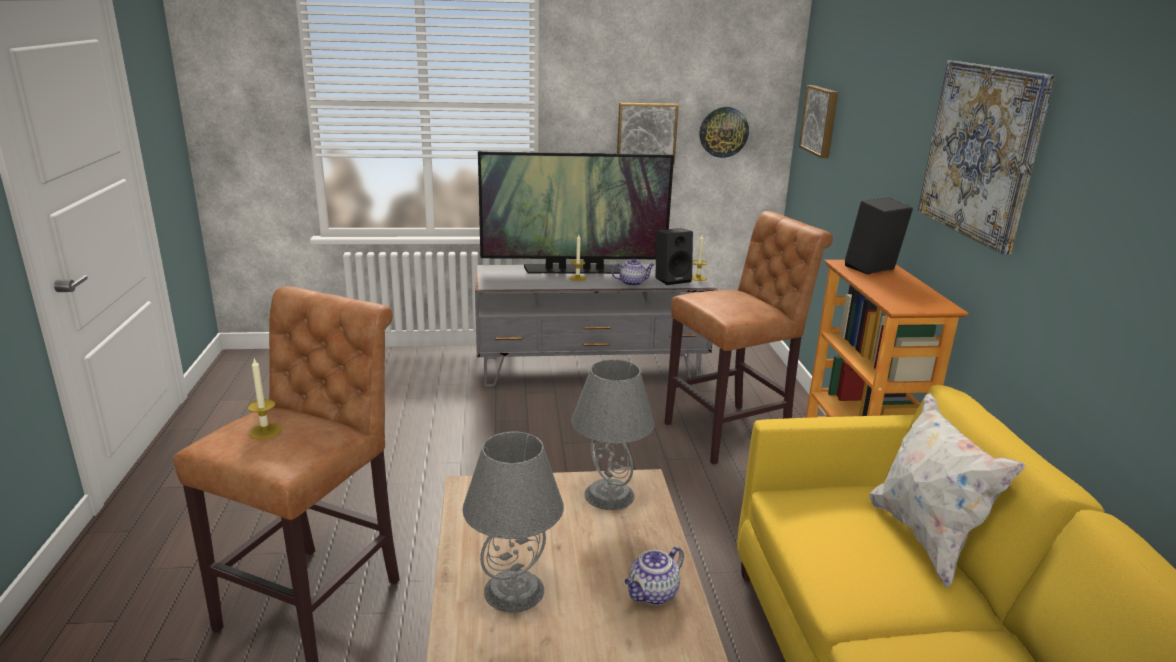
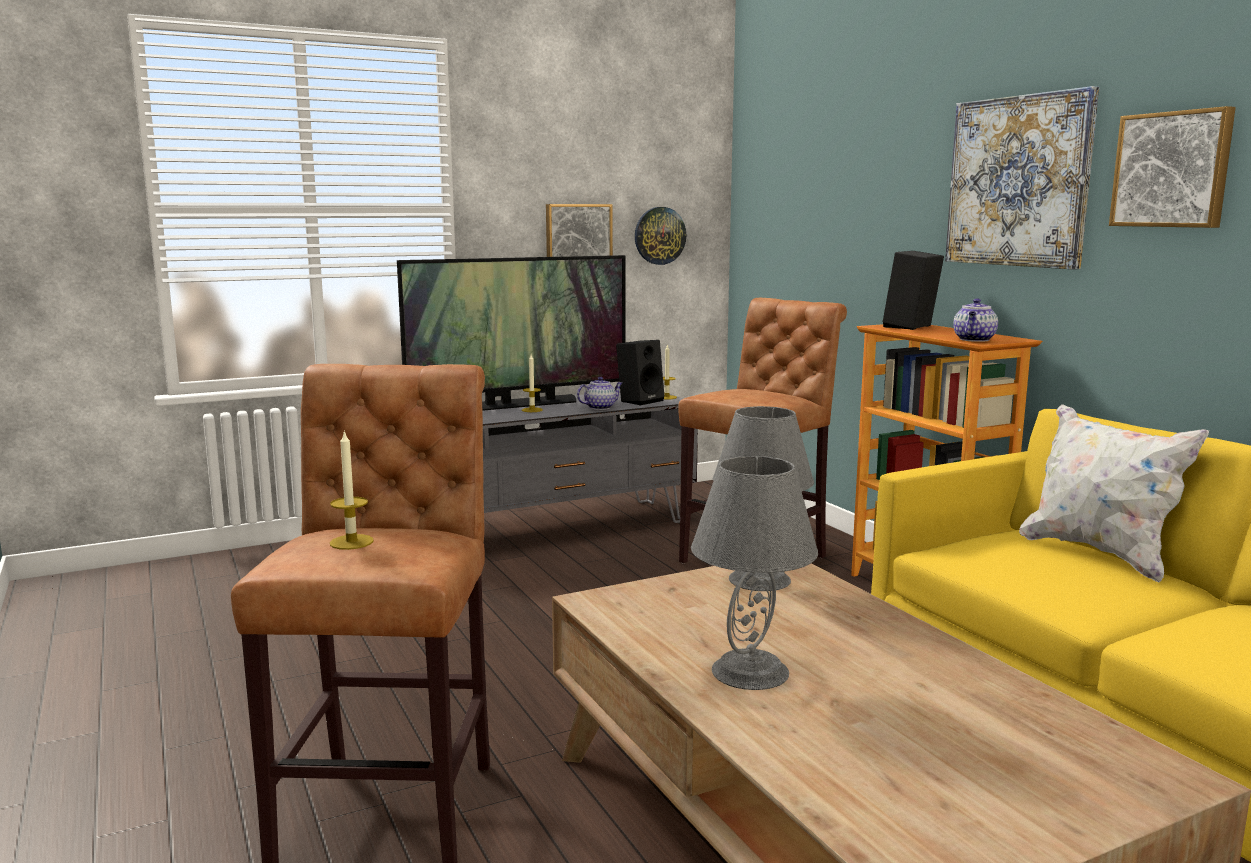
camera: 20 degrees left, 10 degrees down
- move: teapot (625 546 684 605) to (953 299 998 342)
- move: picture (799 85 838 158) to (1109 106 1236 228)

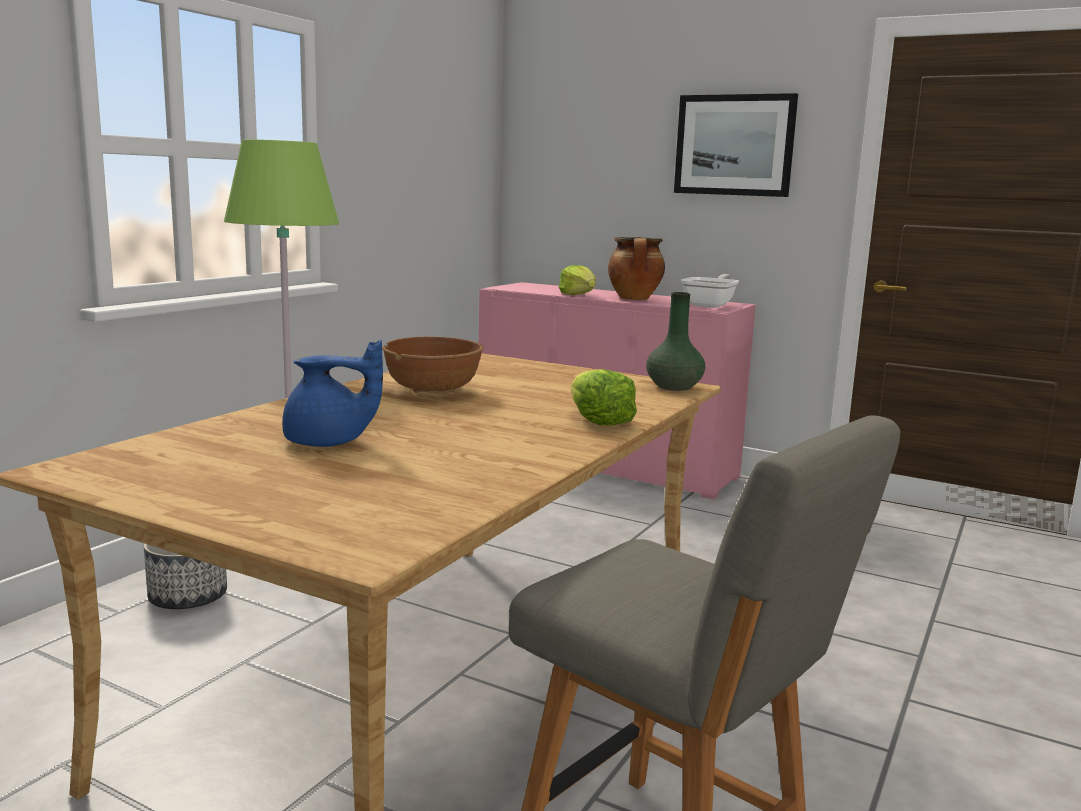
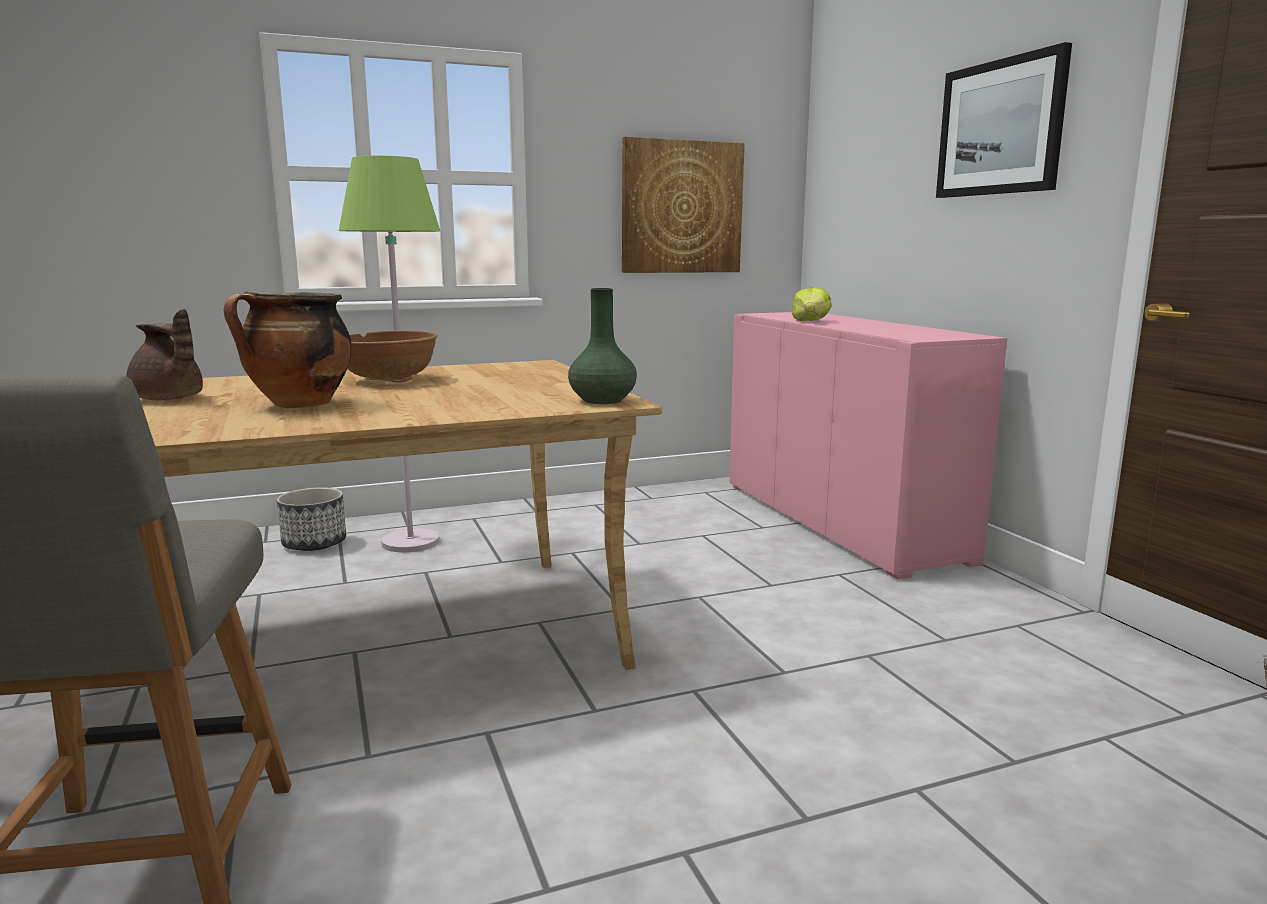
camera: 40 degrees right, 0 degrees up
- recolor: blue teapot (282 340 383 447) to brown teapot (126 309 203 400)
- move: cooking pot (608 237 665 300) to (224 291 351 408)
- insert: picture (622 136 745 273)
- delete: lettuce (571 369 637 426)
- delete: frying pan (681 274 739 308)

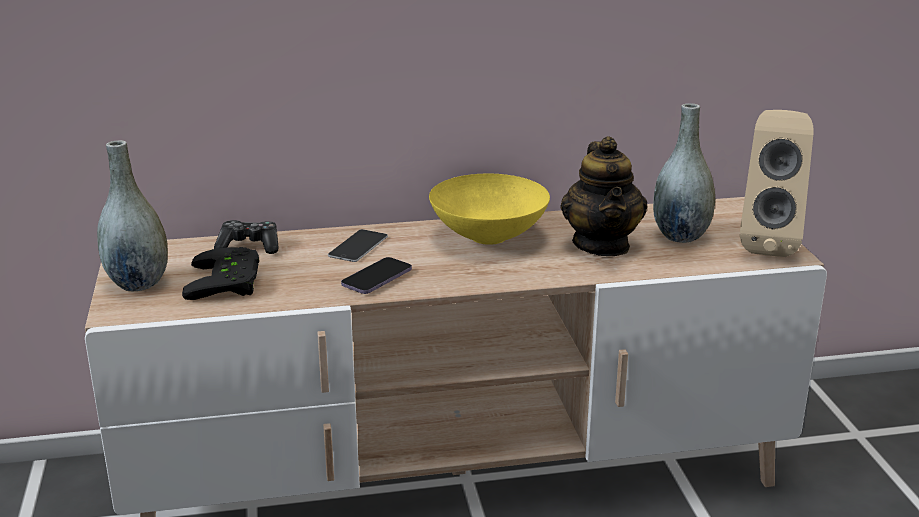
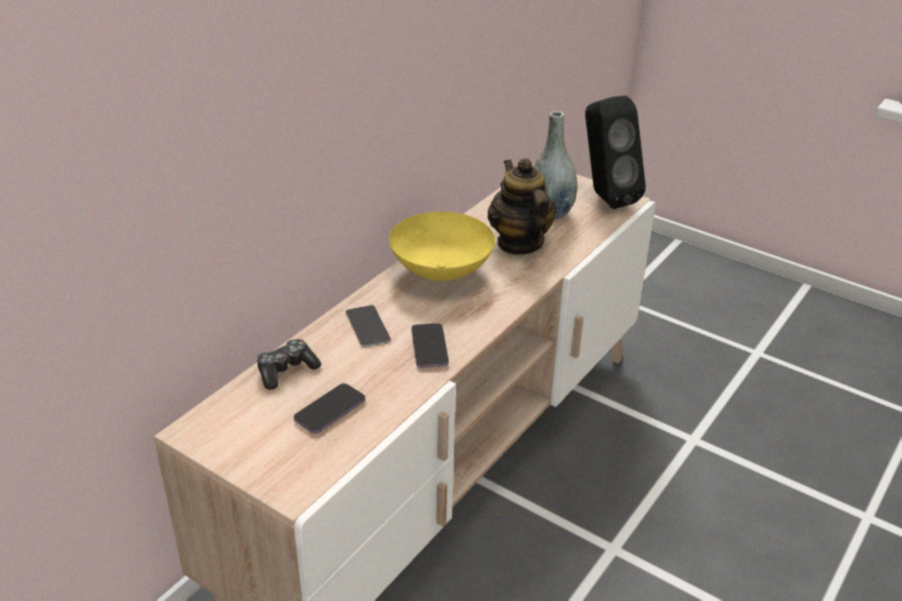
camera: 45 degrees left, 10 degrees up
- replace: black game controller (182 247 259 300) to phone (294 383 365 434)
- rotate: teapot (560 136 647 256) = (487 158 556 255) 150 degrees counterclockwise
- recolor: beige speaker (740 110 814 257) to black speaker (585 96 646 209)
- delete: grey vase (97 140 168 291)

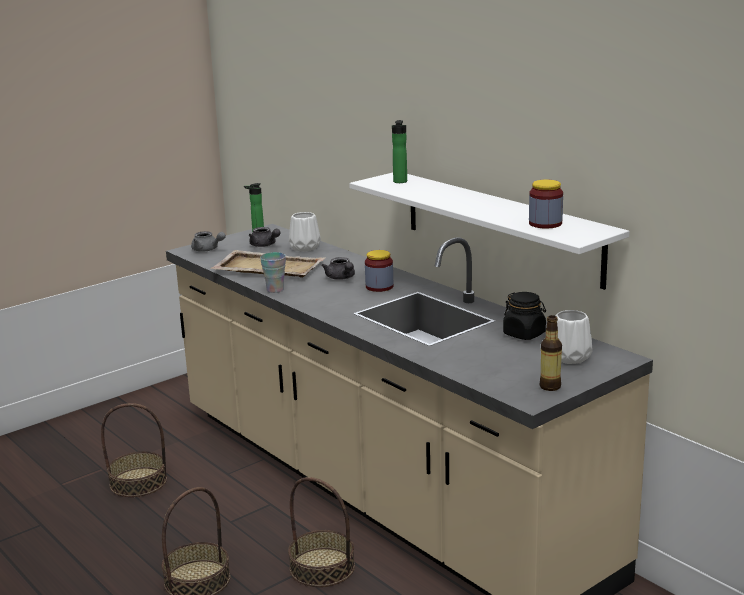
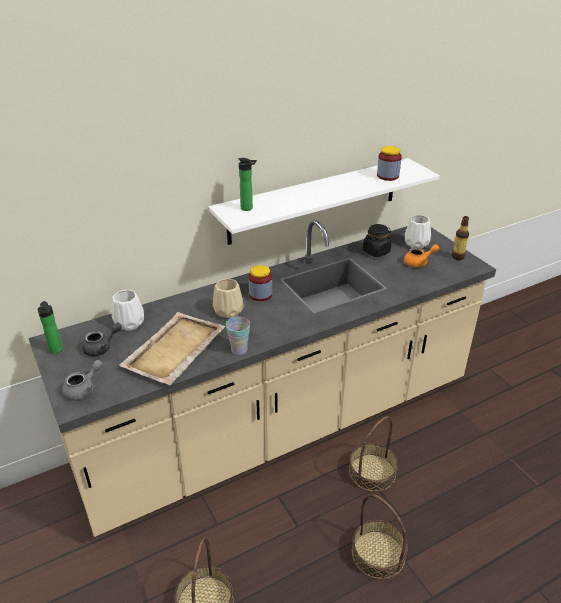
camera: 80 degrees left, 15 degrees up
- replace: grey teapot (322 257 355 280) to beige vase (213 279 244 318)
- insert: orange teapot (404 244 439 267)

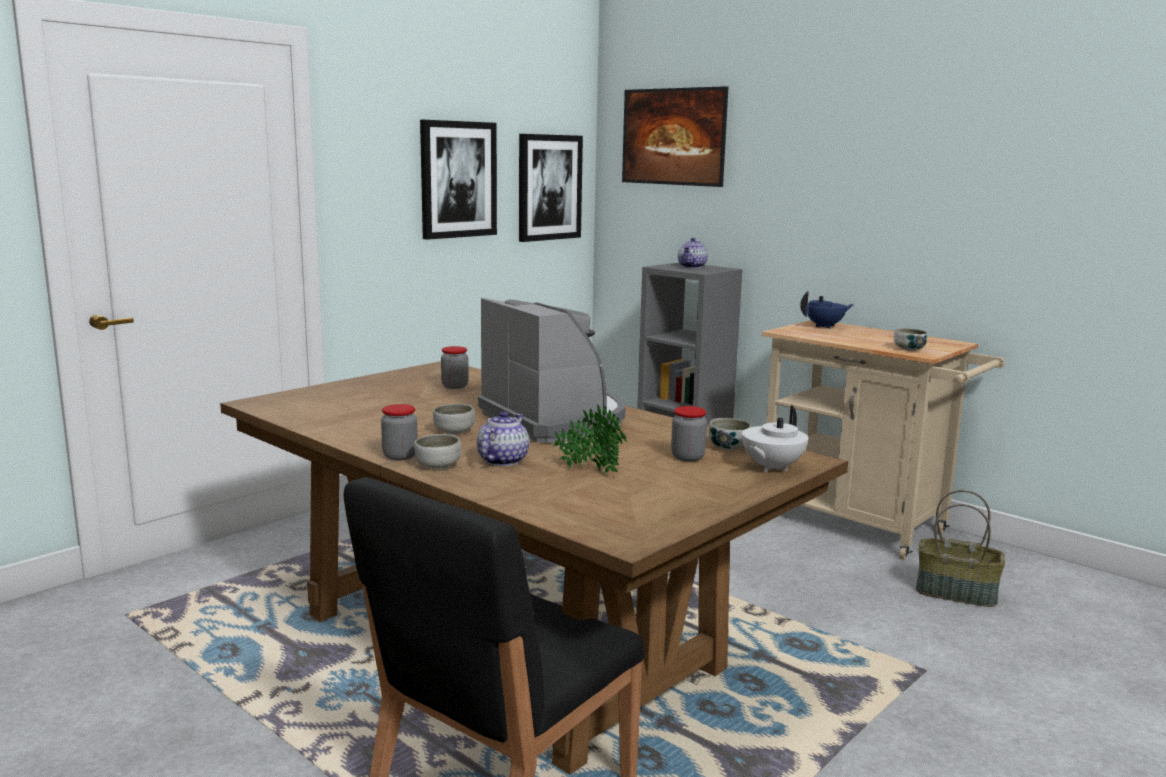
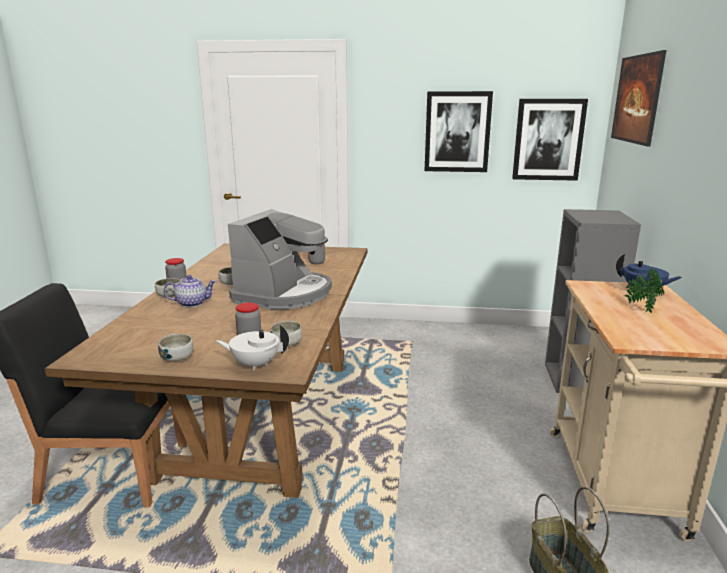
camera: 55 degrees right, 5 degrees up
- move: bowl (894 328 928 351) to (158 334 193 361)
- move: potted plant (553 405 626 474) to (624 266 664 313)
- delete: teapot (678 238 708 268)

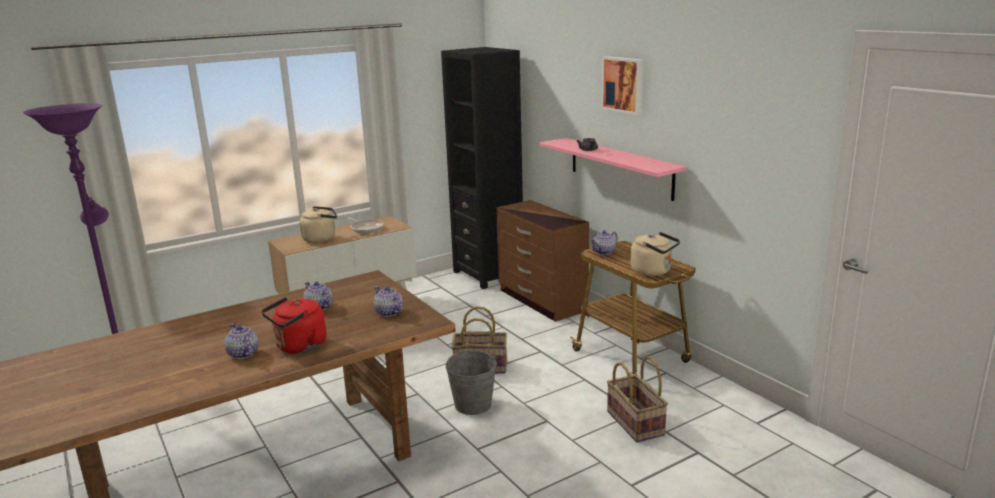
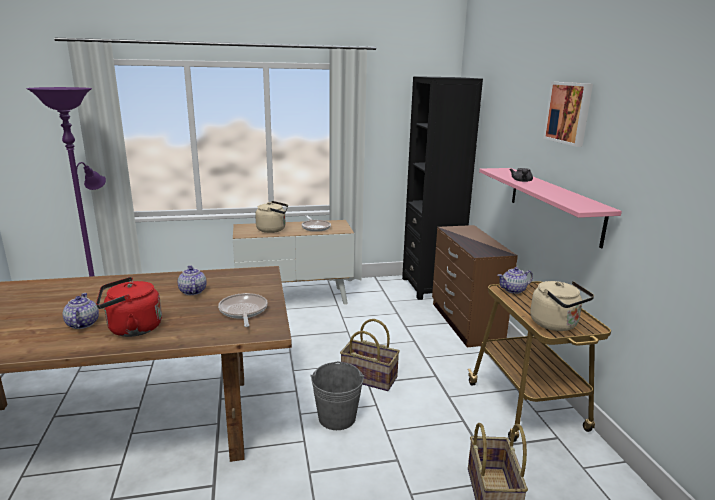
camera: 20 degrees right, 0 degrees up
- replace: teapot (374 286 403 317) to frying pan (218 293 267 327)

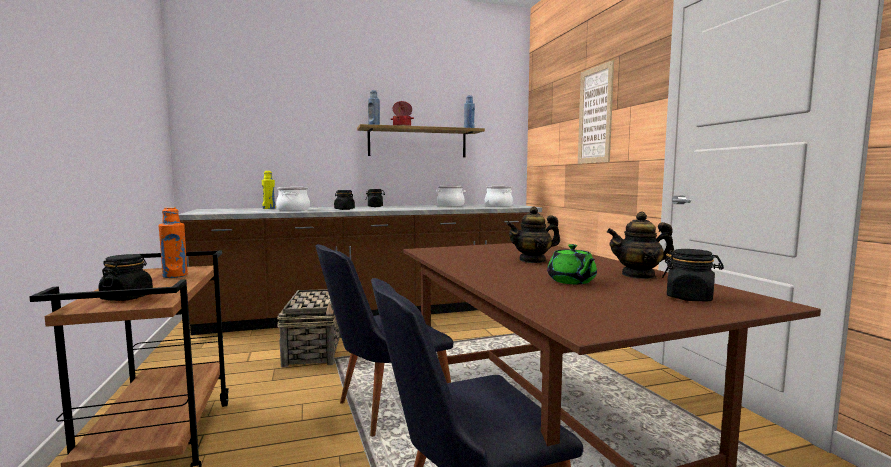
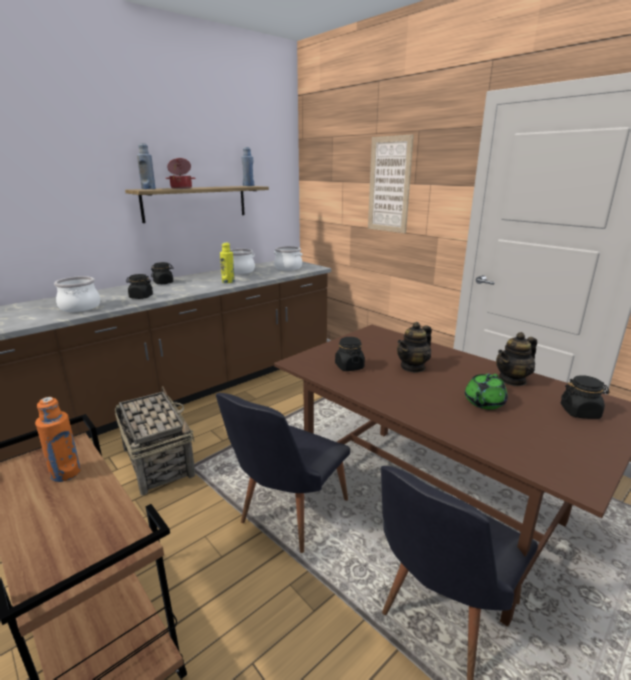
camera: 25 degrees left, 15 degrees up
- move: yellow bottle (262 171 276 209) to (220 242 235 283)
- move: black jar (98 254 153 301) to (335 337 365 371)
- rotate: green teapot (547 244 597 284) = (465 374 508 410) 75 degrees clockwise

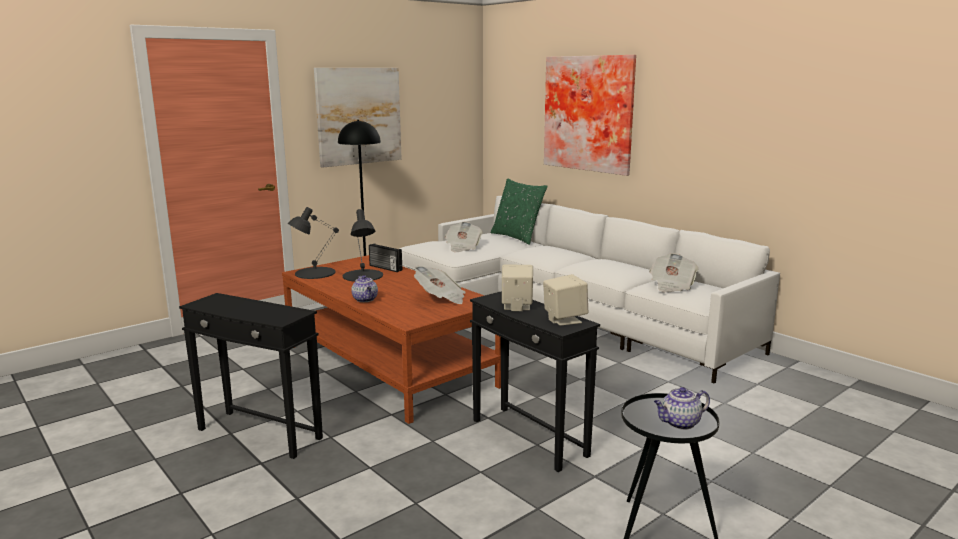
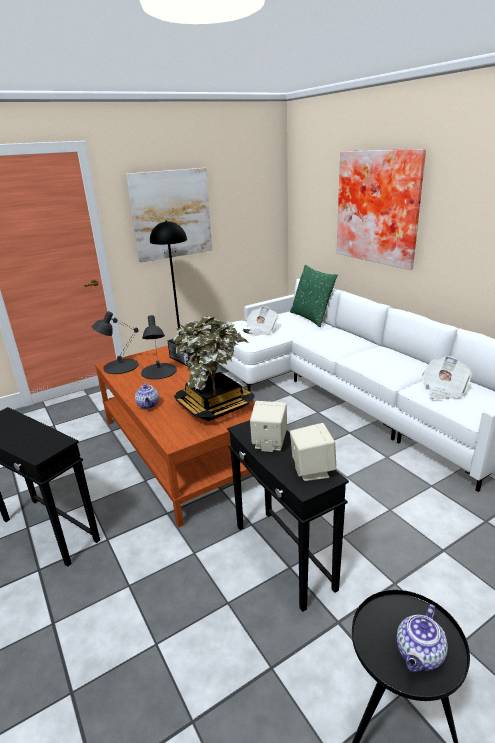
camera: 10 degrees right, 10 degrees up
- replace: newspaper (414 266 465 304) to potted plant (173 316 255 421)
- rotate: teapot (654 387 710 430) = (397 604 448 673) 45 degrees counterclockwise

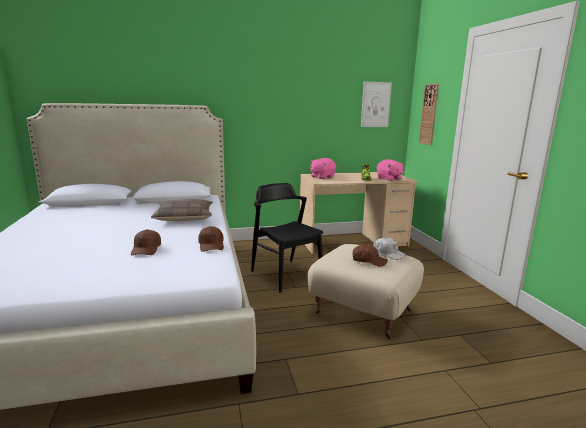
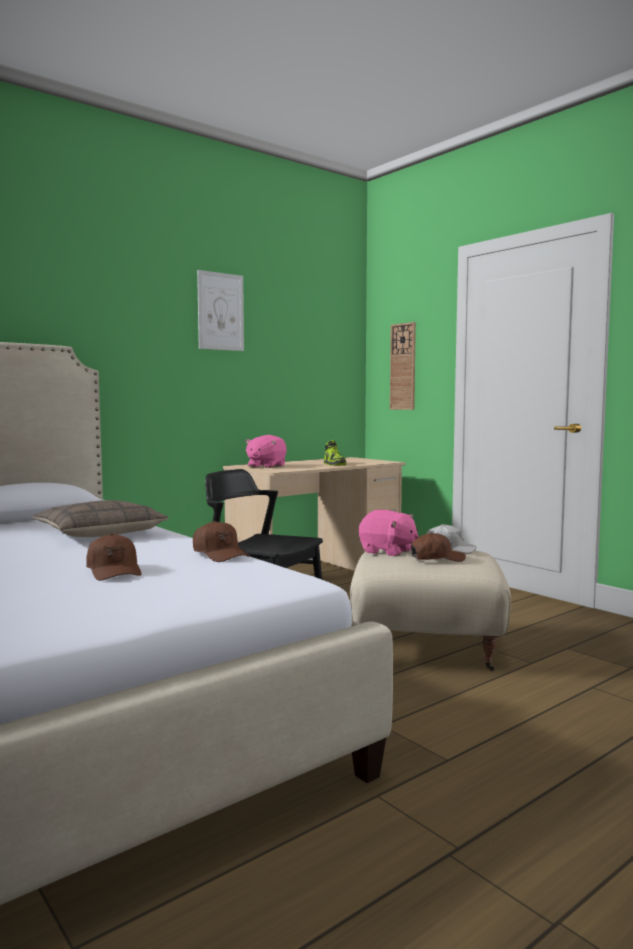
camera: 25 degrees left, 10 degrees down
- move: picture (361 81 392 127) to (197 270 244 351)
- move: pink plush toy (377 159 404 181) to (359 510 419 556)

